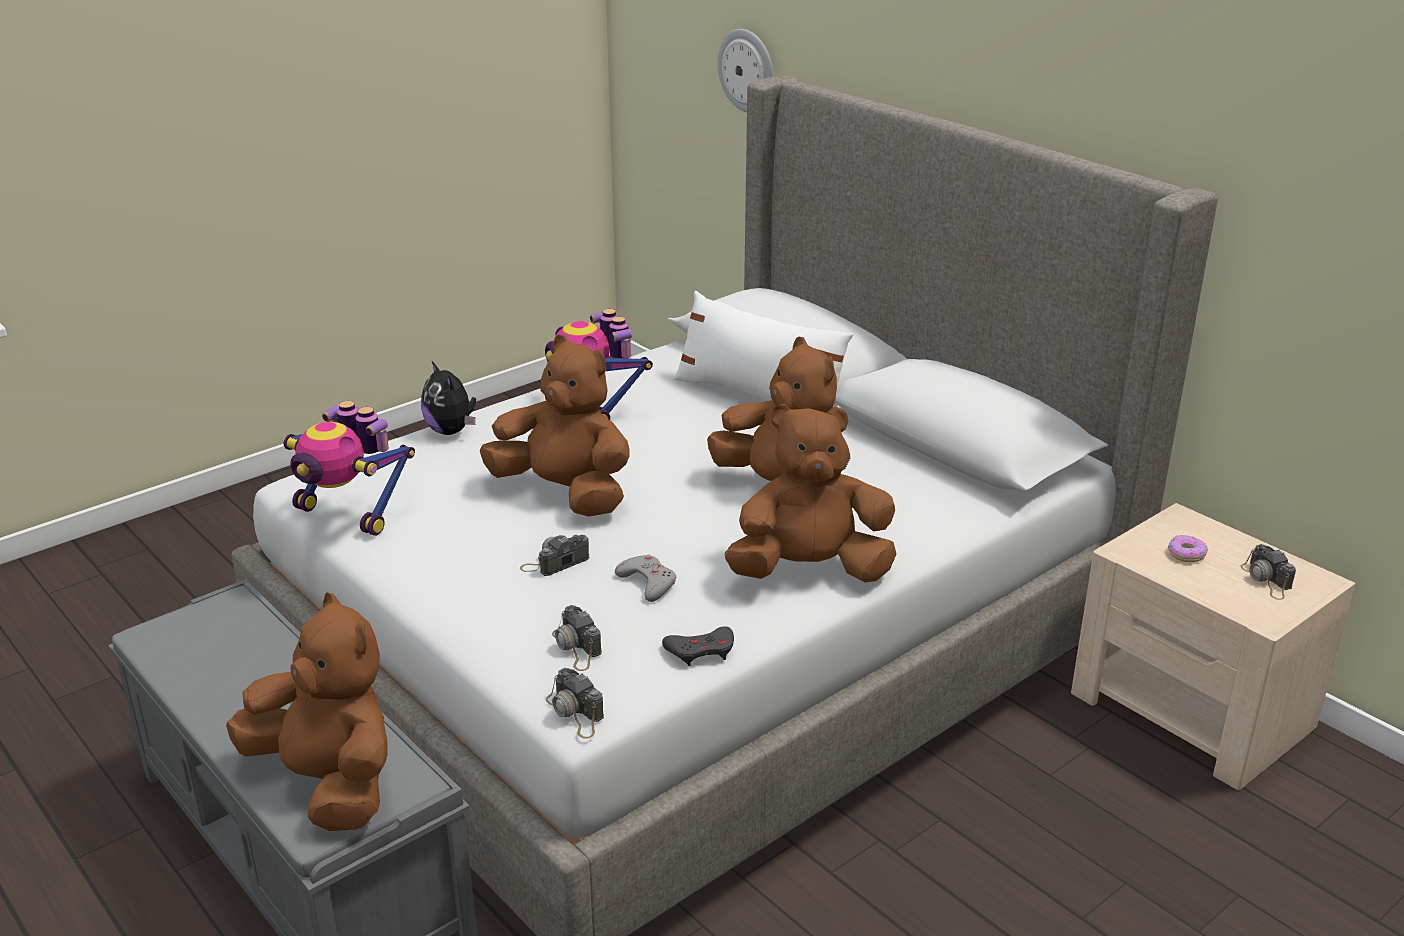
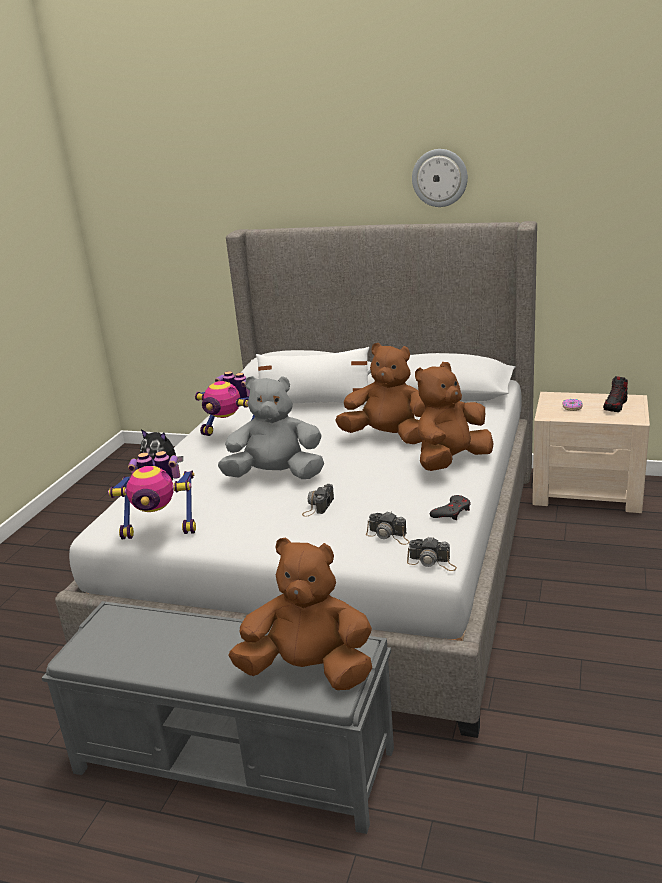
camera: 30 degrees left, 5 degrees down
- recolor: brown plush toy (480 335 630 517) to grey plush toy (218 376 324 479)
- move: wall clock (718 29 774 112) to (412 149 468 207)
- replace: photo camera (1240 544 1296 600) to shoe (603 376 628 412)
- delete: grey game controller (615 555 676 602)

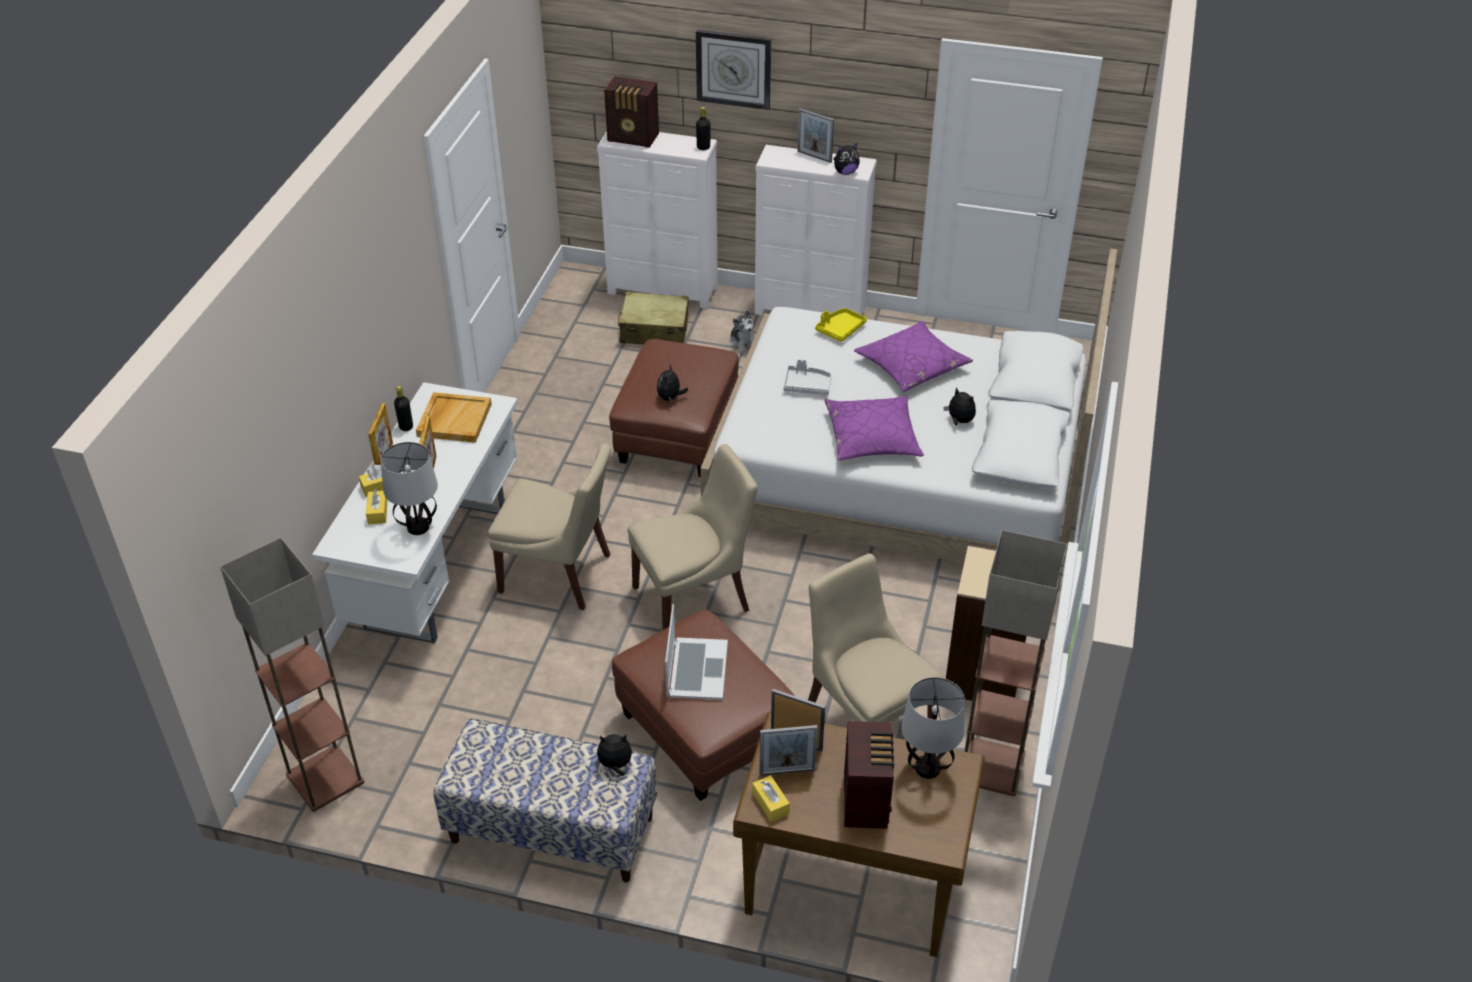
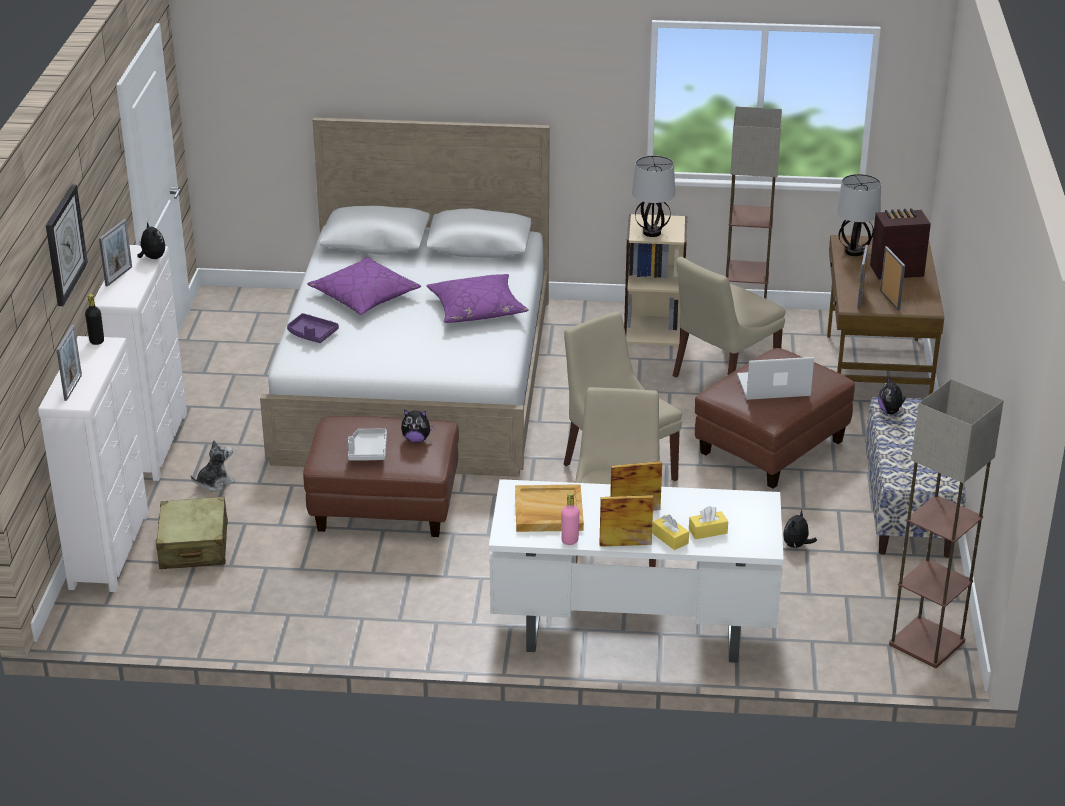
camera: 100 degrees left, 10 degrees down
- replace: radio (604 76 659 148) to picture frame (56 325 82 401)
- recolor: yellow tray (815 308 867 342) to purple tray (287 313 339 343)
- move: grey tray (783 359 832 395) to (348 428 387 460)
- recolor: black bottle (394 386 413 431) to pink bottle (561 493 579 545)
- move: table lamp (381 442 438 535) to (632 155 675 237)
- move: plush toy (944 387 976 426) to (783 509 817 548)
- delete: yellow tissue box (752 775 790 822)

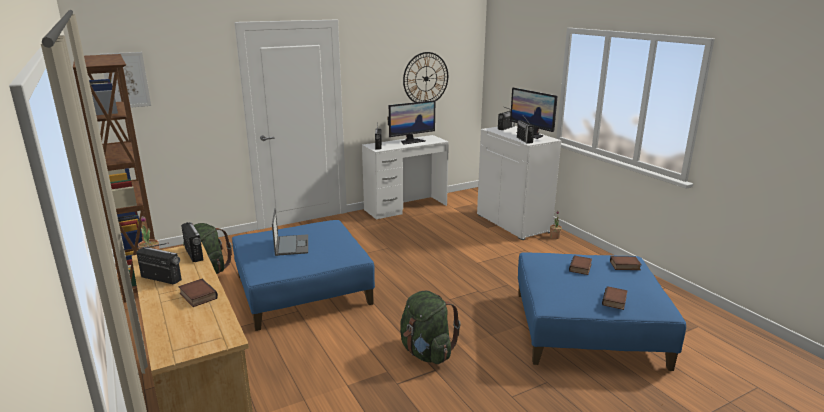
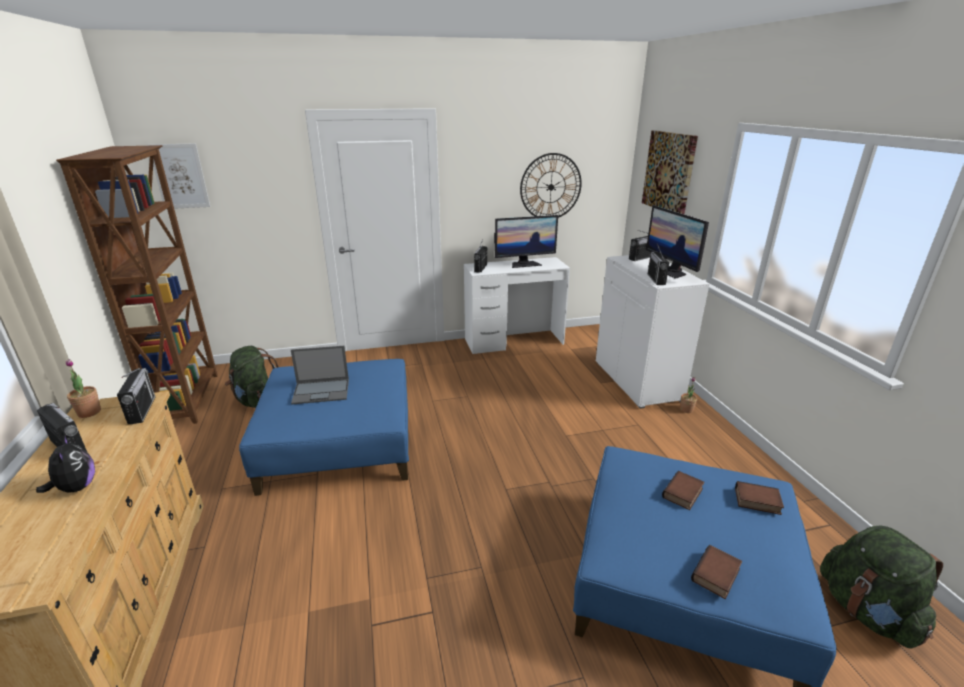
camera: 15 degrees right, 5 degrees up
- replace: book (179 279 218 307) to plush toy (36 434 95 493)
- rotate: laptop (272 208 308 256) = (291 346 349 405) 75 degrees clockwise
- insert: picture (642 130 698 214)
- move: green backpack (400 291 461 364) to (820 526 943 649)

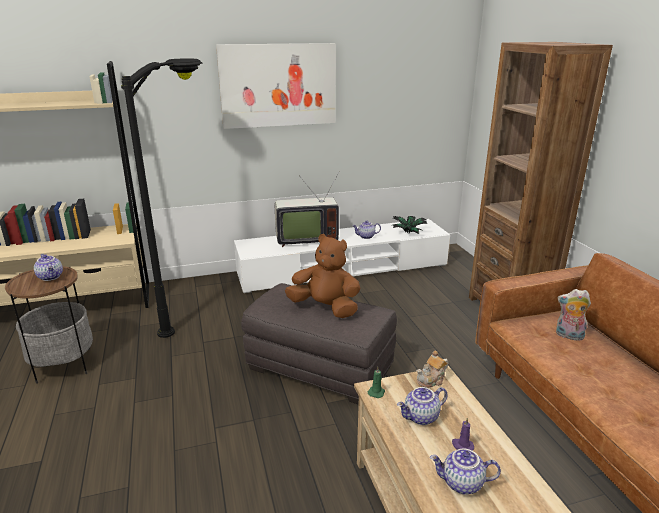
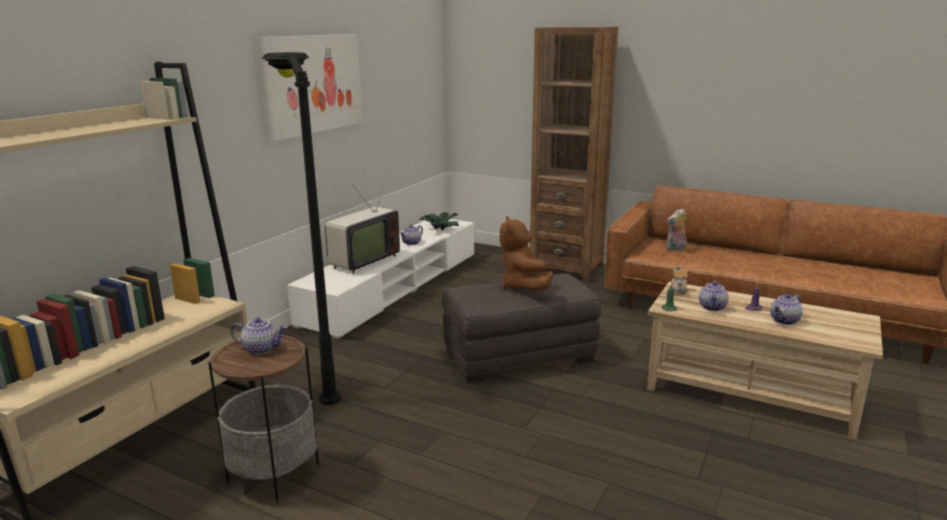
camera: 45 degrees left, 5 degrees down
- rotate: brown plush toy (285 234 361 318) = (500 216 553 291) 75 degrees counterclockwise

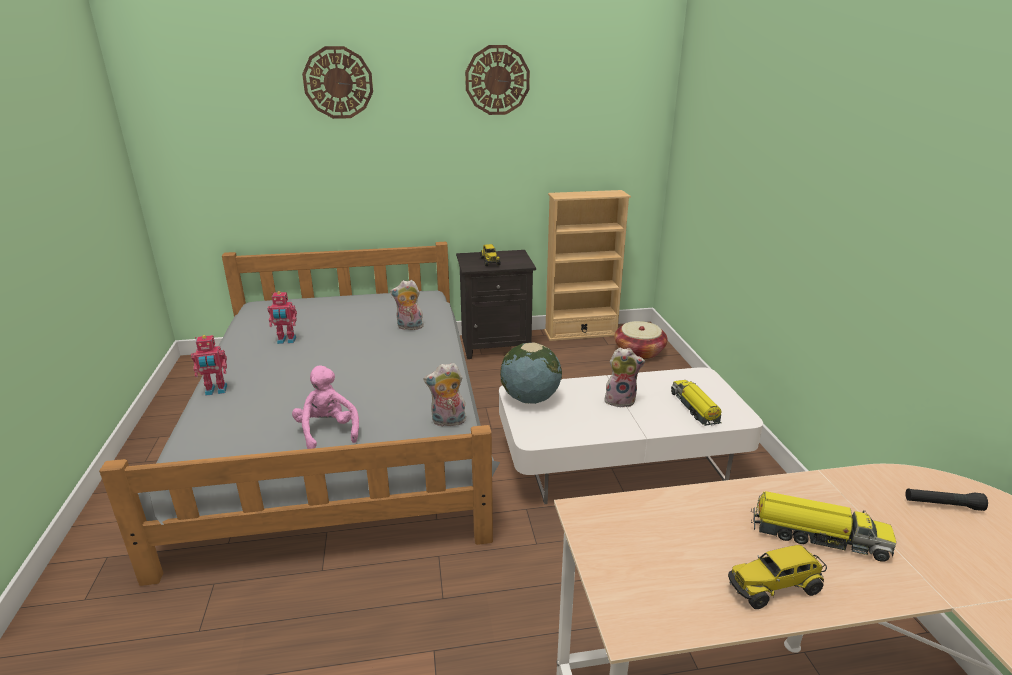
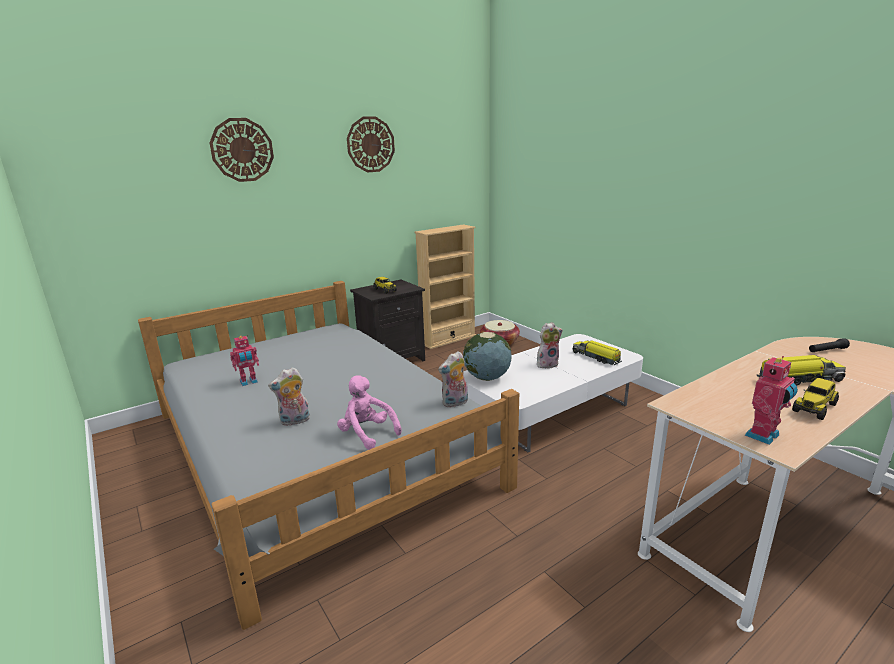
camera: 25 degrees left, 5 degrees down
- move: plush toy (390 280 424 330) to (268 367 310 426)
- move: toy robot (191 335 227 396) to (745 356 798 445)

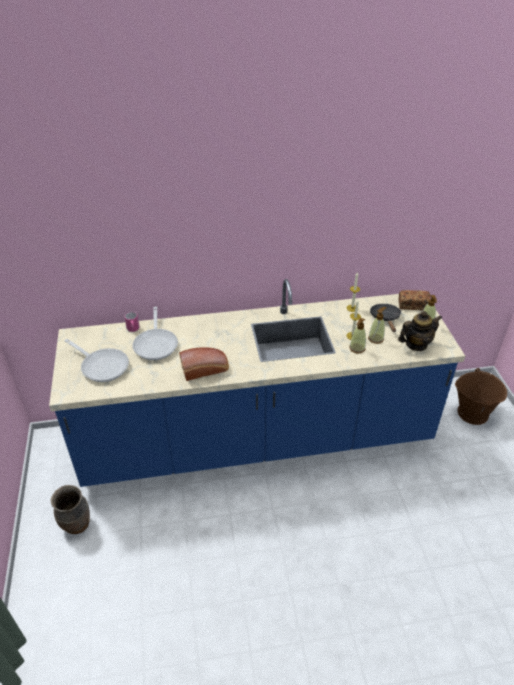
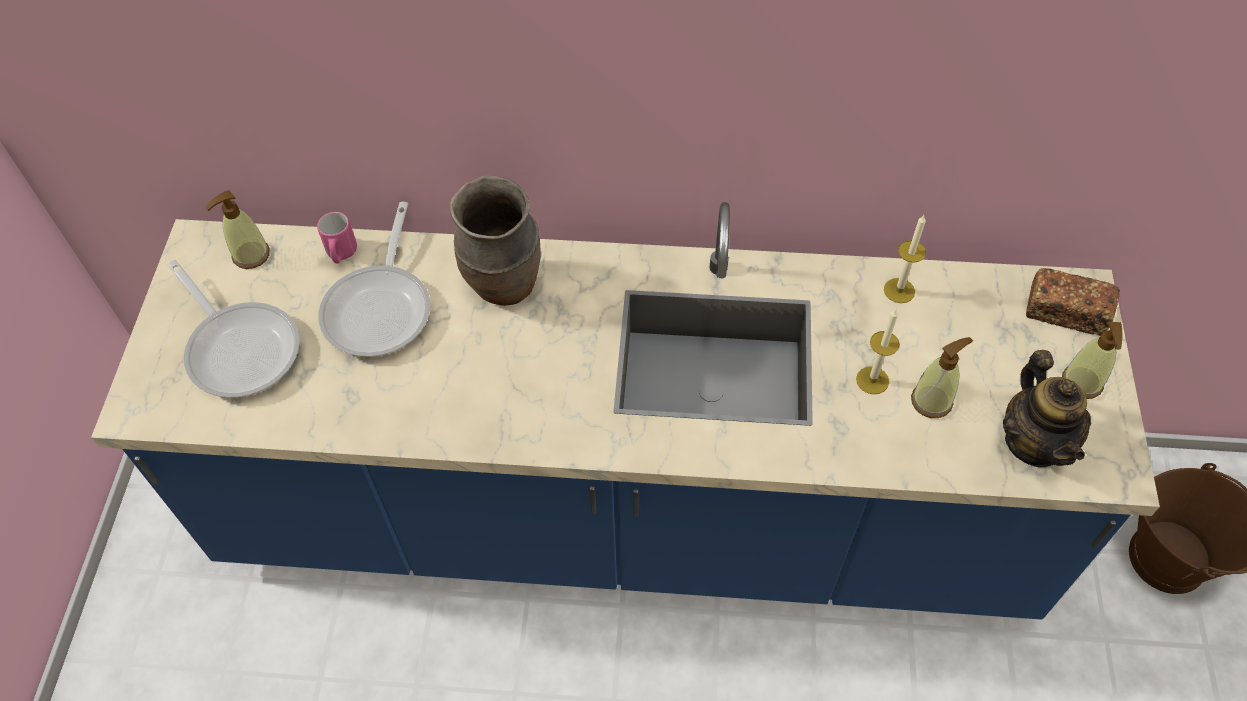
camera: 15 degrees right, 15 degrees up
- move: soap dispenser (349 318 366 353) to (205 190 270 269)
- move: brown vase (50 485 90 534) to (450 176 541 306)
- rotate: teapot (398 311 442 351) = (1003 350 1091 467) 90 degrees clockwise
- delete: bread (179 347 229 381)
- delete: black frying pan (370 304 401 332)

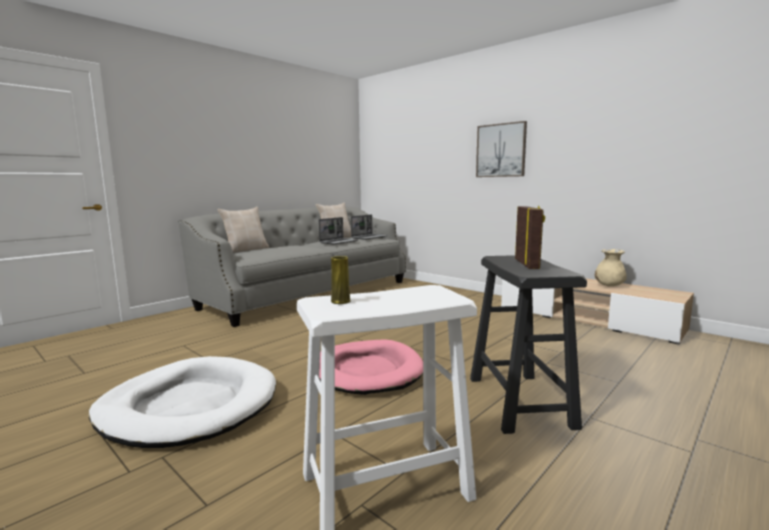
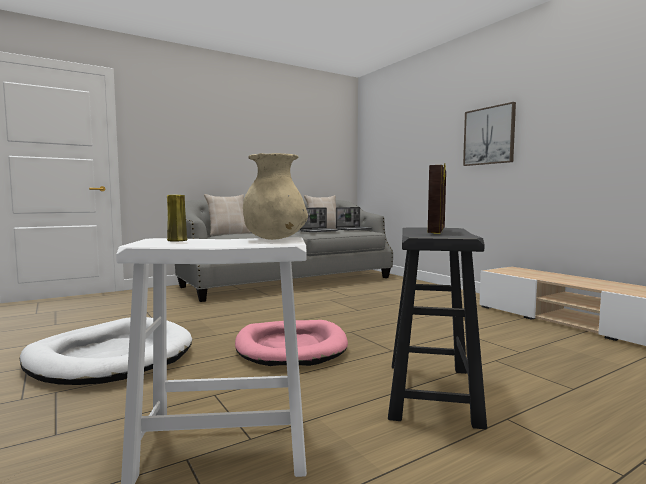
camera: 15 degrees right, 5 degrees down
- move: beige vase (595 249 627 287) to (243 153 308 240)

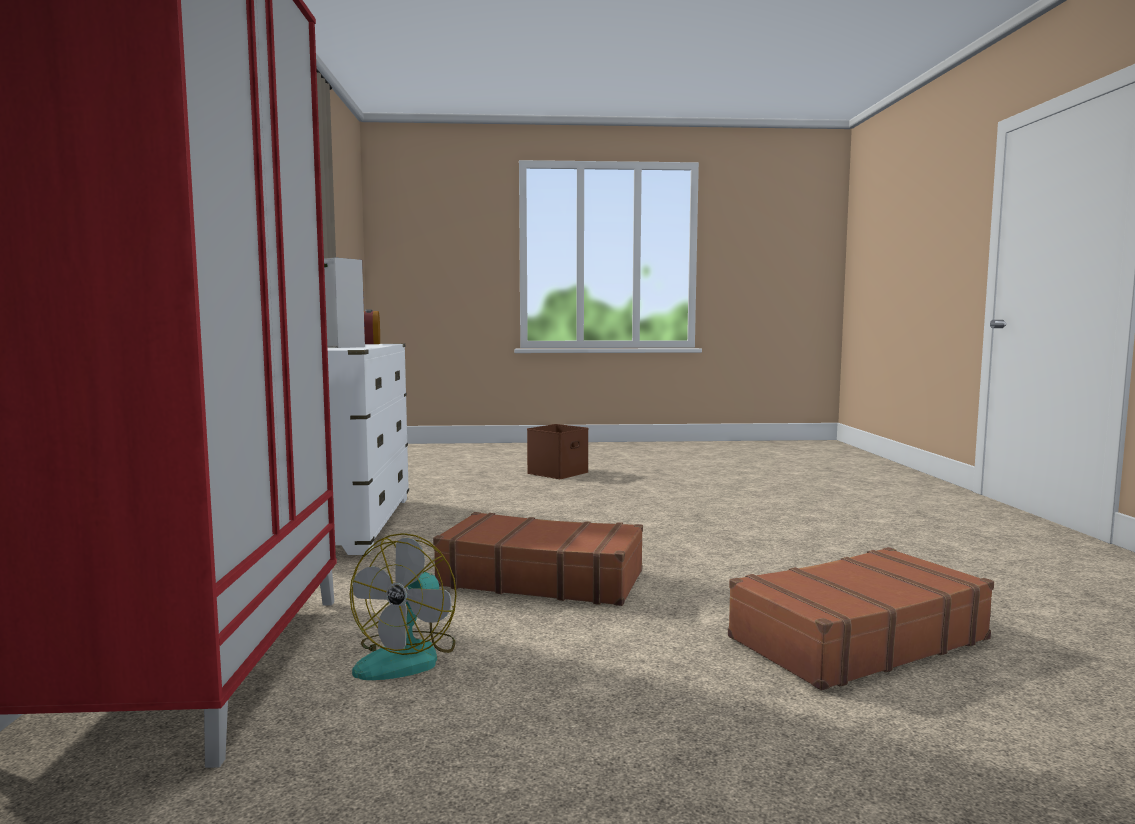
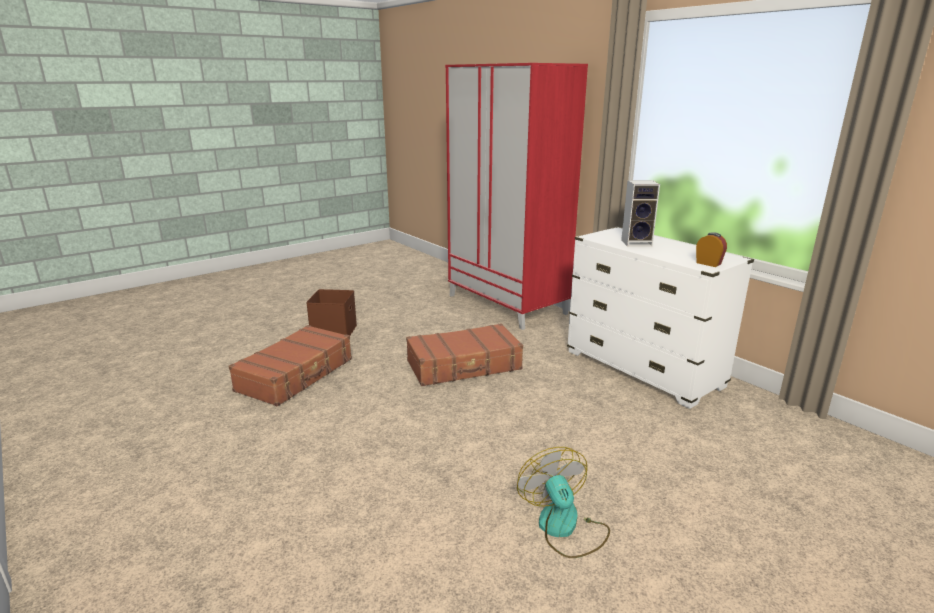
camera: 145 degrees right, 15 degrees up
- move: brown storage box (527 424 589 479) to (306 289 357 335)
- move: fan (350 533 457 680) to (517 447 610 558)

